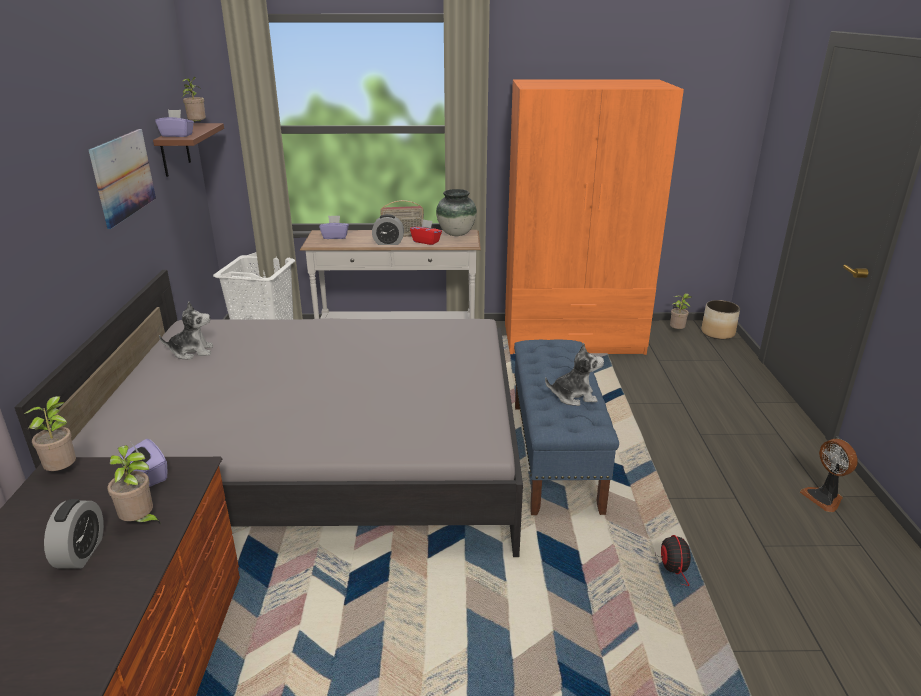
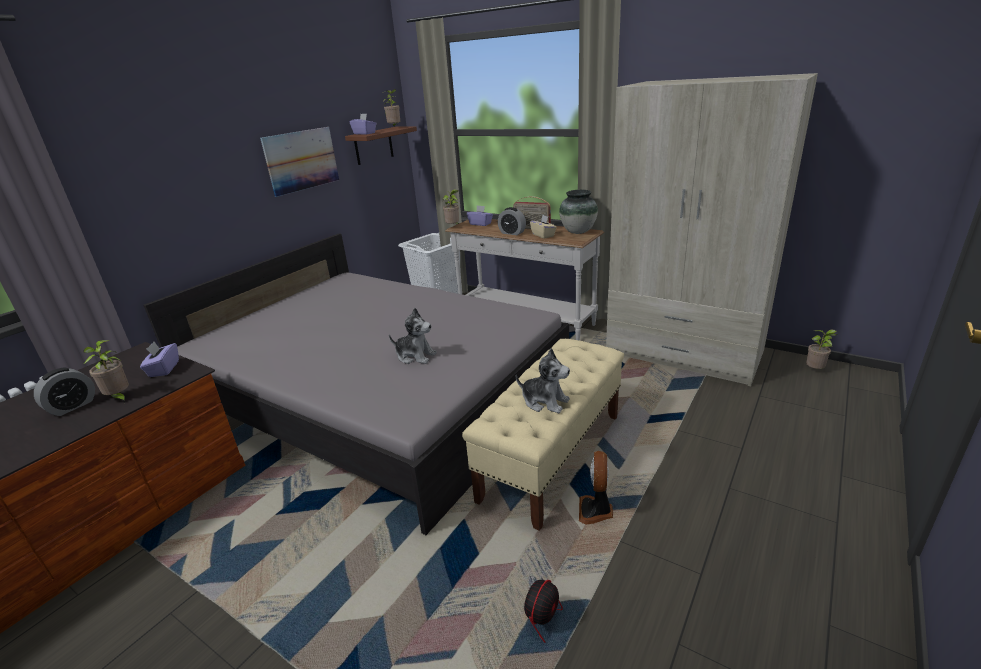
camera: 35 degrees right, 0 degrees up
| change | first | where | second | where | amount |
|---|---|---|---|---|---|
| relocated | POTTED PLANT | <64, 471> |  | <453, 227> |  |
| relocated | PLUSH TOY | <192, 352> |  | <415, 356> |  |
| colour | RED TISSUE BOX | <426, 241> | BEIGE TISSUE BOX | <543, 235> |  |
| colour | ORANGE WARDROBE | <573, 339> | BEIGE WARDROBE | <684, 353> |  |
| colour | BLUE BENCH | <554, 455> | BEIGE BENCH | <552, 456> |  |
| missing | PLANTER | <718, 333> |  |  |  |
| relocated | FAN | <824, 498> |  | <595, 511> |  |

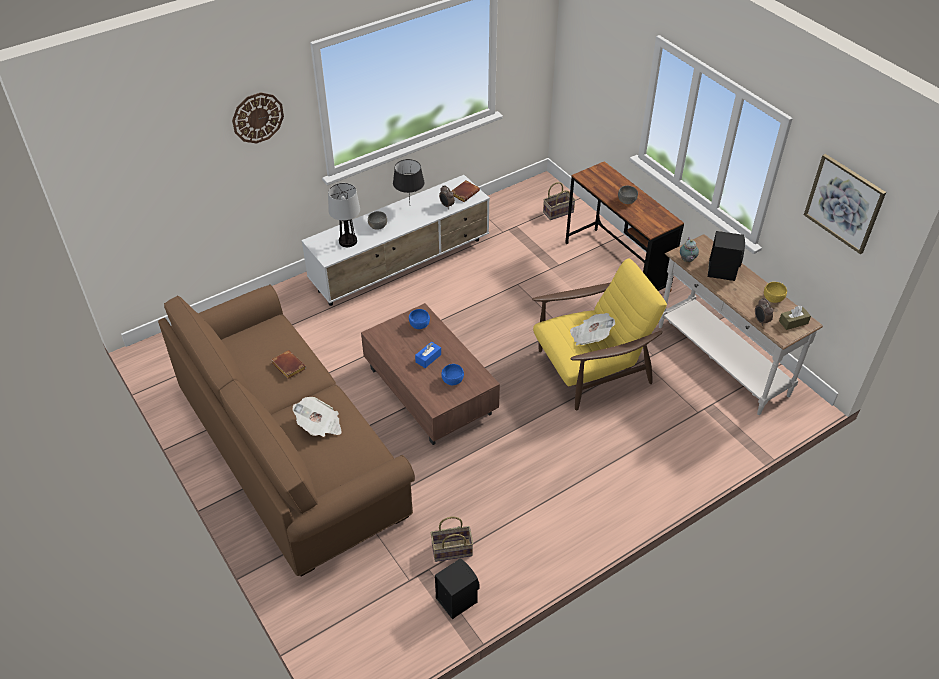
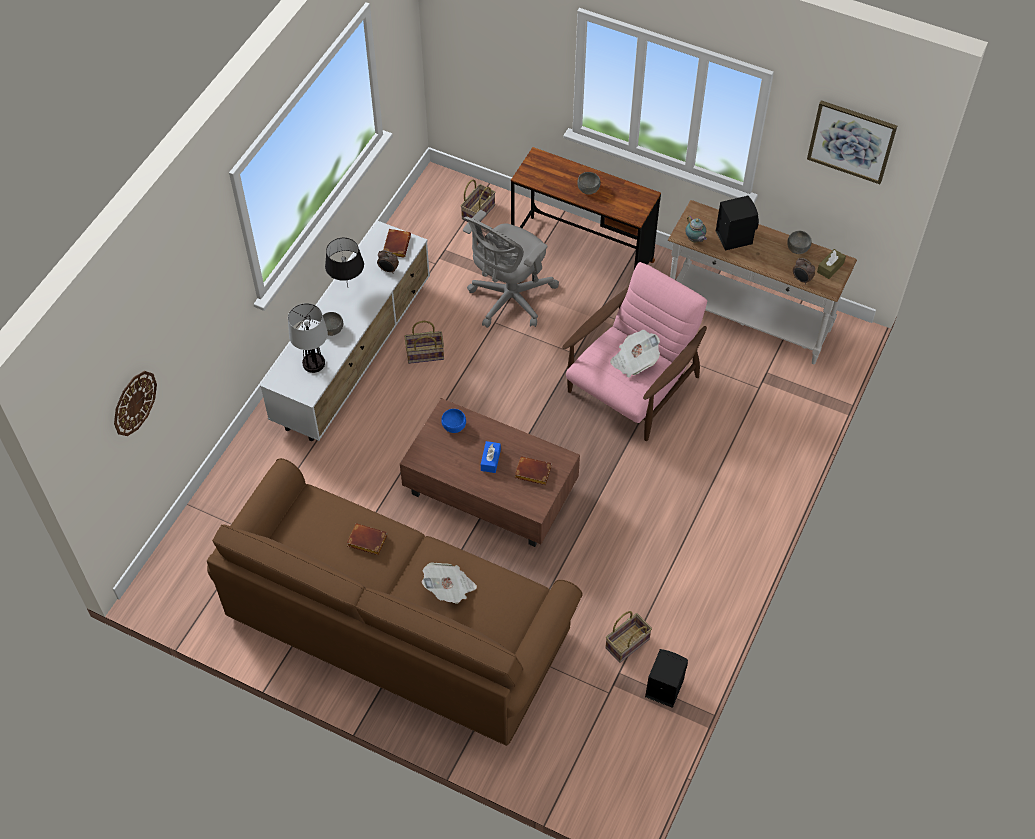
camera: 30 degrees left, 10 degrees up
| change | first | where | second | where | amount |
|---|---|---|---|---|---|
| relocated | WALL CLOCK | <257, 117> |  | <134, 403> |  |
| exchanged | BLUE BOWL | <452, 380> | BROWN BOOK | <531, 473> |  |
| colour | YELLOW ARMCHAIR | <591, 369> | PINK ARMCHAIR | <632, 388> |  |
| colour | YELLOW BOWL | <773, 298> | GREY BOWL | <798, 248> |  |
| appeared |  |  | BASKET | <424, 354> |  |
| appeared |  |  | GREY OFFICE CHAIR | <508, 300> |  |

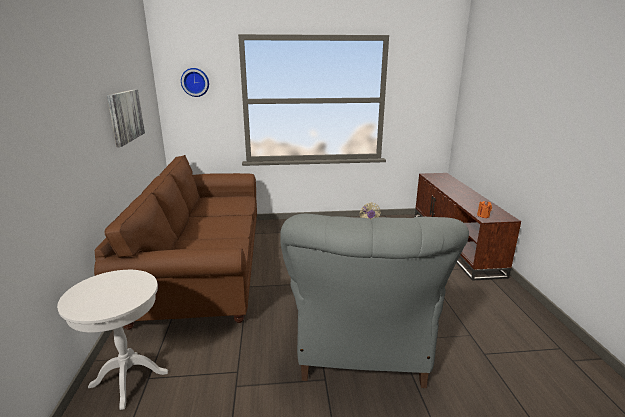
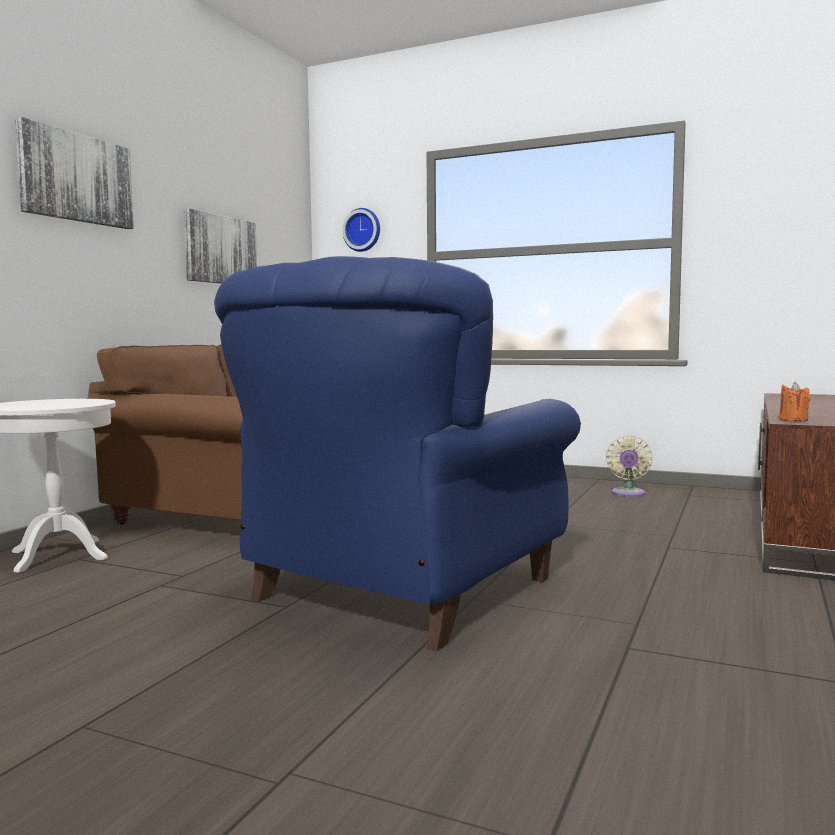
camera: 30 degrees right, 15 degrees down
| change | first | where | second | where | amount |
|---|---|---|---|---|---|
| colour | GREY ARMCHAIR | <361, 345> | BLUE ARMCHAIR | <400, 591> |  |
| appeared |  |  | PICTURE | <76, 178> |  |

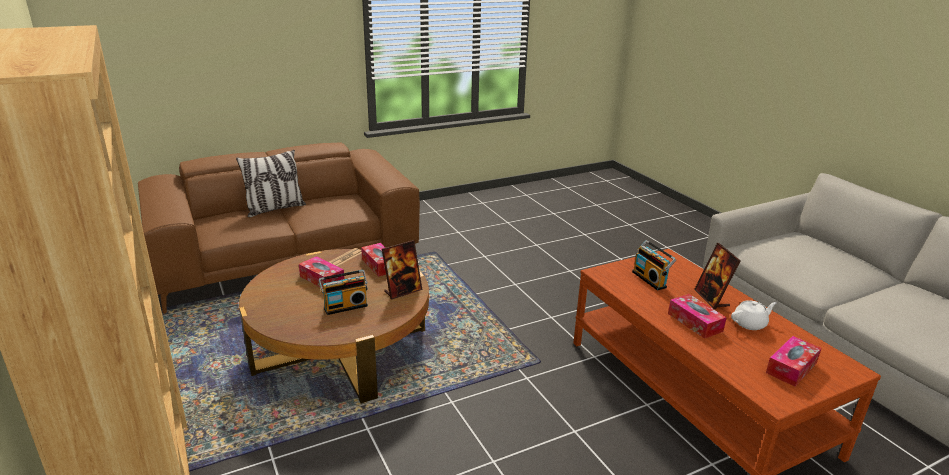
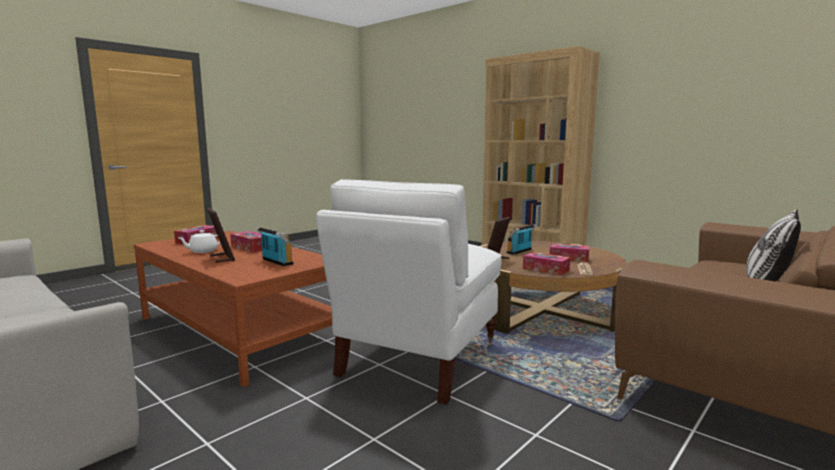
camera: 160 degrees right, 15 degrees down
| change | first | where | second | where | amount |
|---|---|---|---|---|---|
| appeared |  |  | WHITE ARMCHAIR | <418, 360> |  |

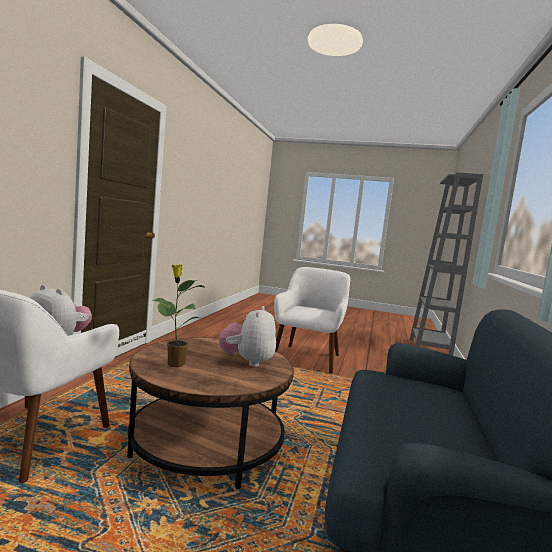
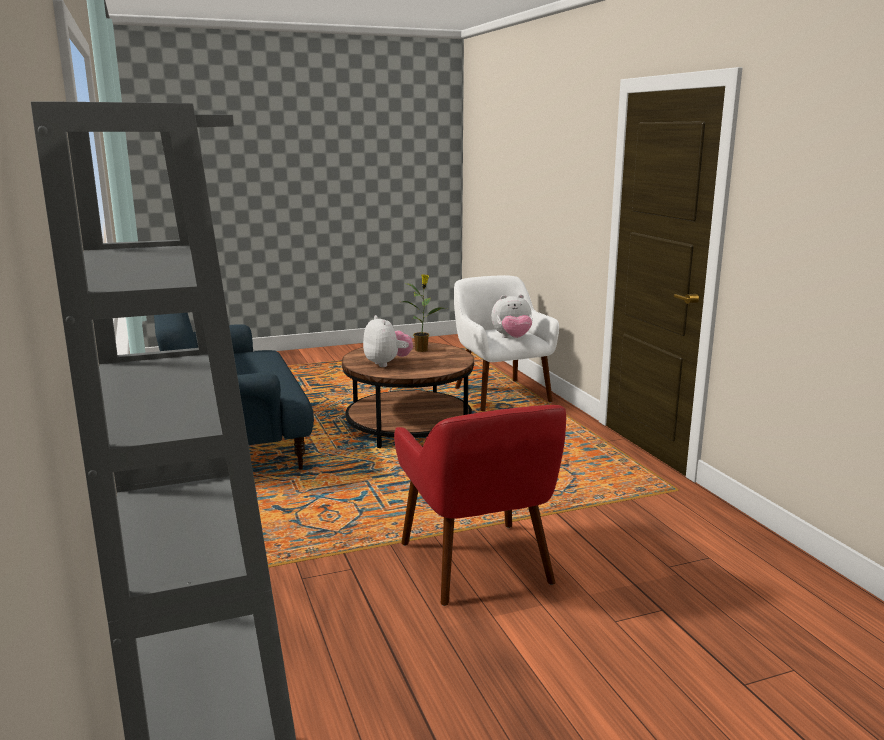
camera: 145 degrees right, 10 degrees up
| change | first | where | second | where | amount |
|---|---|---|---|---|---|
| colour | WHITE ARMCHAIR | <308, 358> | RED ARMCHAIR | <477, 564> |  |

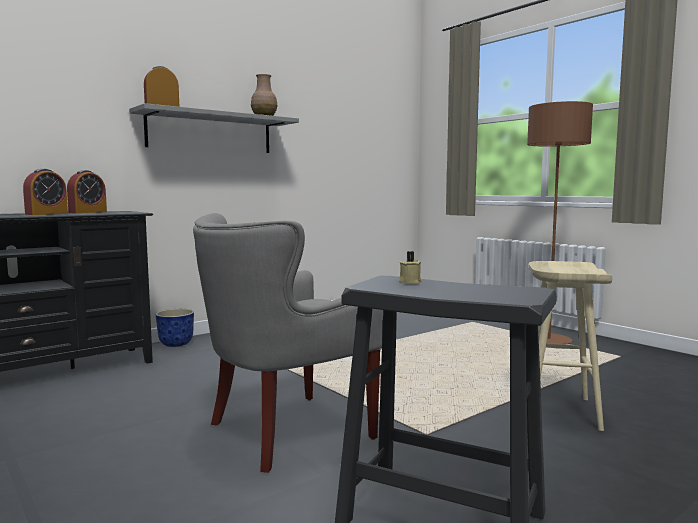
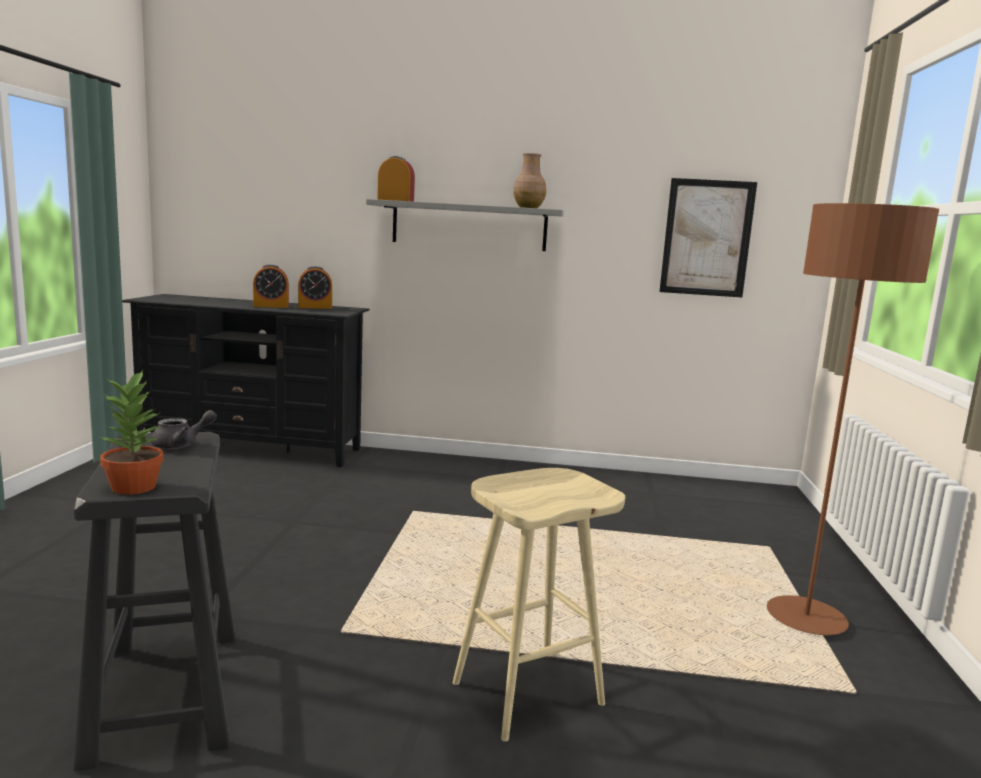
camera: 45 degrees right, 5 degrees up
| change | first | where | second | where | amount |
|---|---|---|---|---|---|
| missing | PLANTER | <176, 344> |  |  |  |
| missing | GREY ARMCHAIR | <286, 431> |  |  |  |
| exchanged | BEIGE CANDLE | <409, 281> | GREY TEAPOT | <181, 445> |  |
| appeared |  |  | POTTED PLANT | <135, 487> |  |
| appeared |  |  | PICTURE | <707, 238> |  |

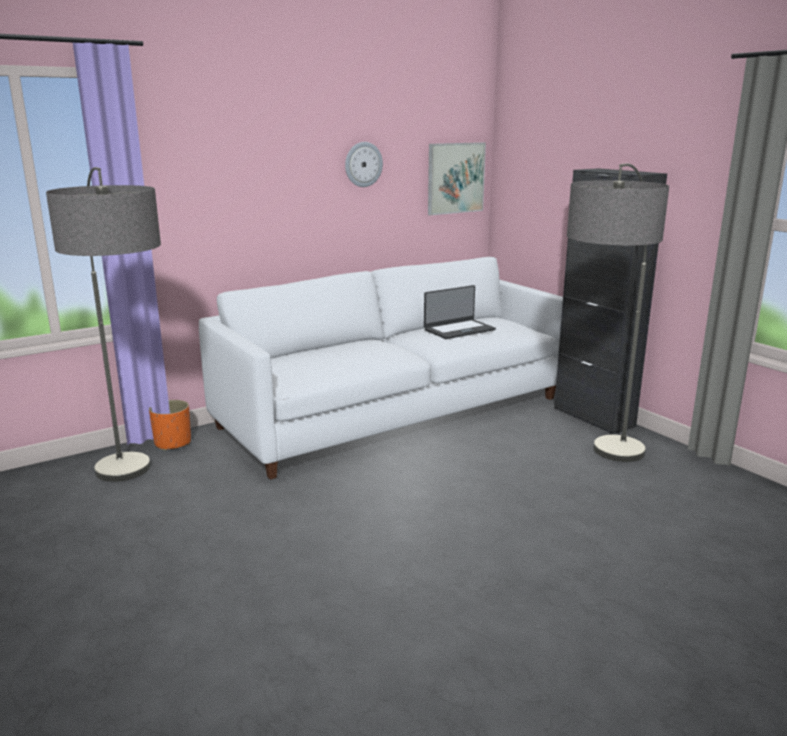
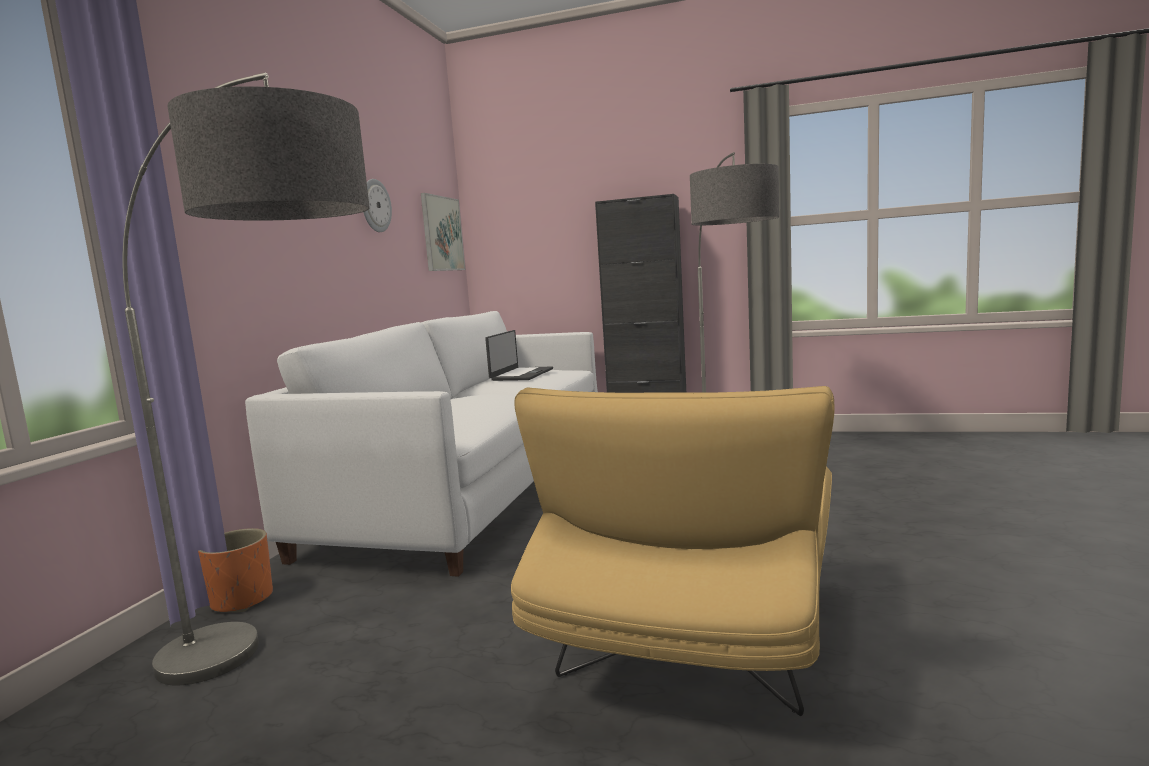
camera: 40 degrees left, 10 degrees down
| change | first | where | second | where | amount |
|---|---|---|---|---|---|
| appeared |  |  | YELLOW ARMCHAIR | <689, 640> |  |

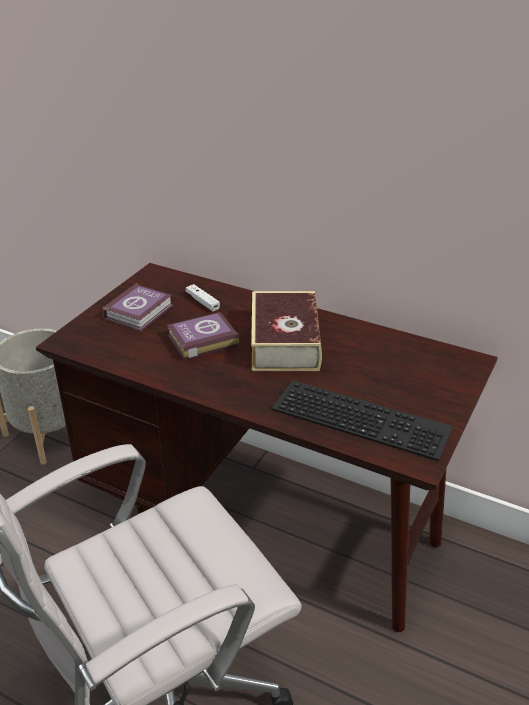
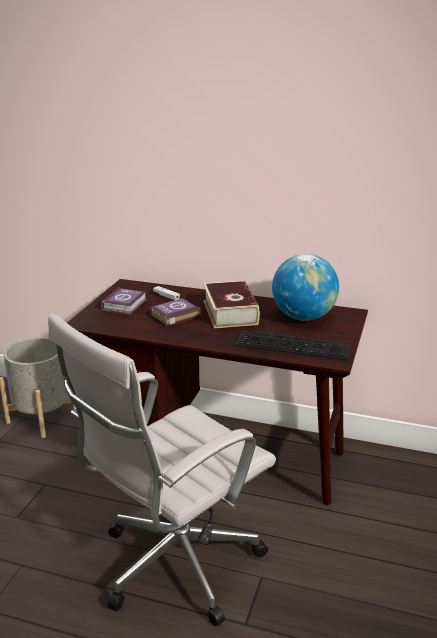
camera: 10 degrees left, 10 degrees down
| change | first | where | second | where | amount |
|---|---|---|---|---|---|
| appeared |  |  | GLOBE | <303, 317> |  |

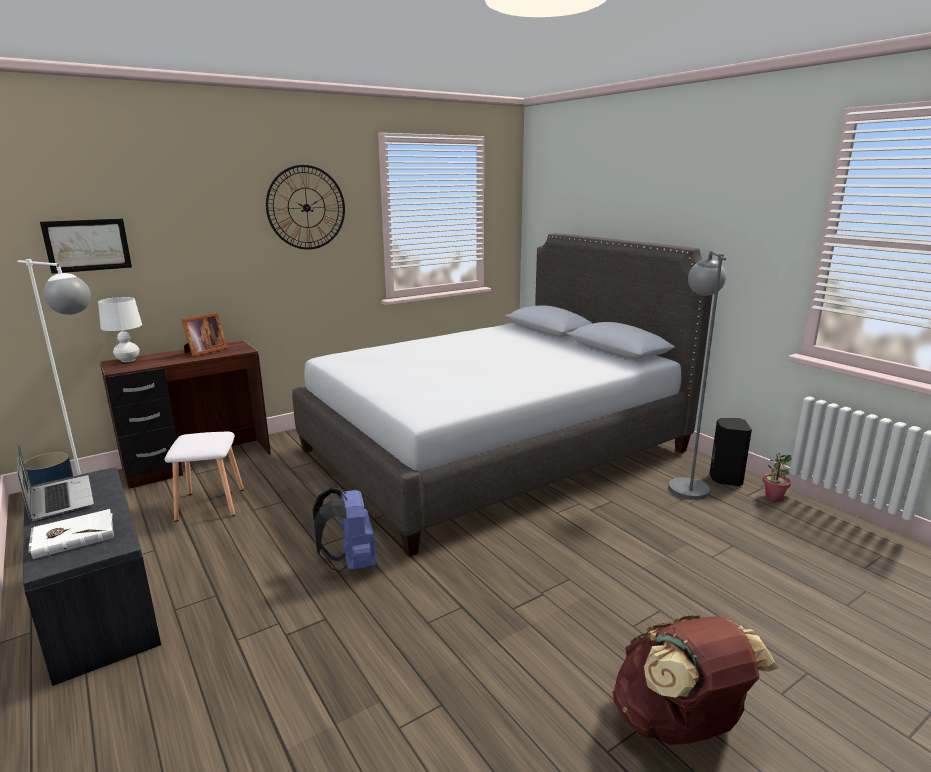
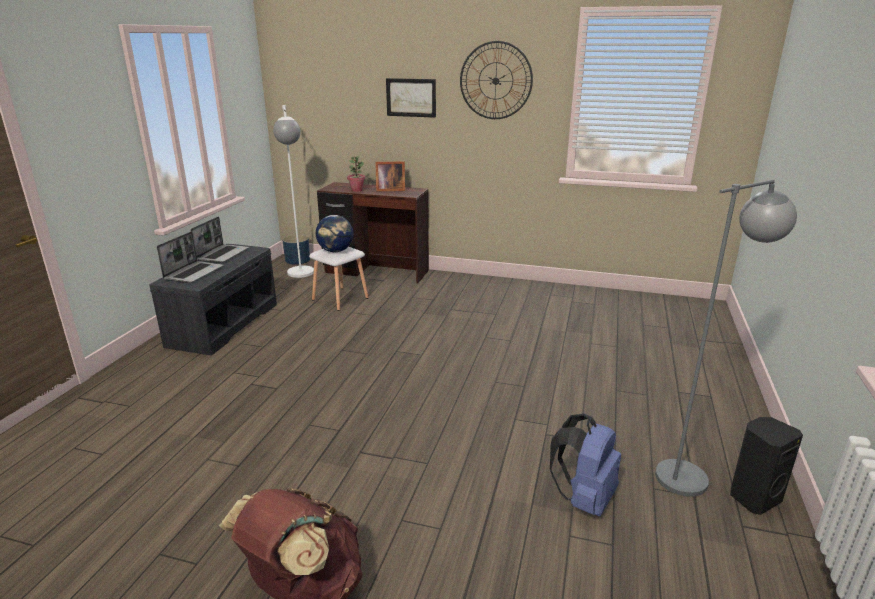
camera: 50 degrees right, 5 degrees up
| change | first | where | second | where | amount |
|---|---|---|---|---|---|
| exchanged | WHITE BOOK | <73, 536> | LAPTOP | <194, 273> |  |
| relocated | PICTURE | <87, 245> |  | <411, 97> |  |
| missing | WHITE TABLE LAMP | <128, 360> |  |  |  |
| missing | GREY BED | <493, 450> |  |  |  |
| relocated | BLUE BACKPACK | <351, 564> |  | <584, 498> |  |
| relocated | POTTED PLANT | <773, 497> |  | <357, 190> |  |
| appeared |  |  | GLOBE | <336, 251> |  |

